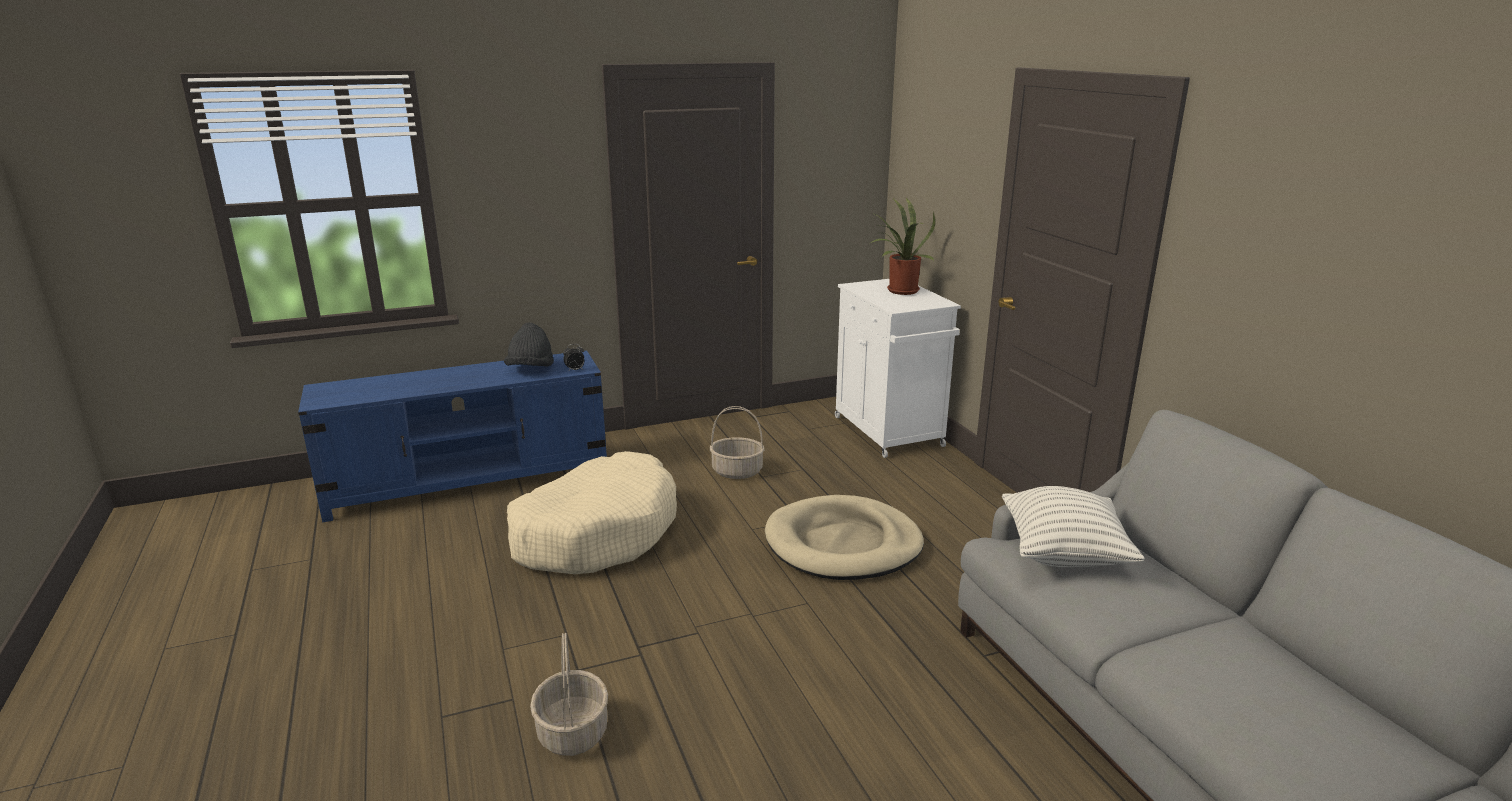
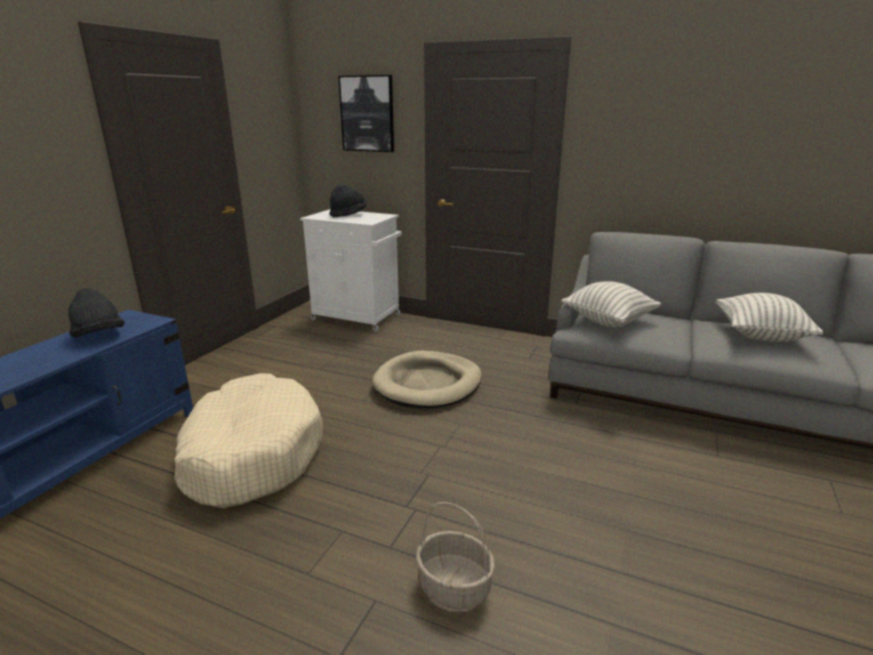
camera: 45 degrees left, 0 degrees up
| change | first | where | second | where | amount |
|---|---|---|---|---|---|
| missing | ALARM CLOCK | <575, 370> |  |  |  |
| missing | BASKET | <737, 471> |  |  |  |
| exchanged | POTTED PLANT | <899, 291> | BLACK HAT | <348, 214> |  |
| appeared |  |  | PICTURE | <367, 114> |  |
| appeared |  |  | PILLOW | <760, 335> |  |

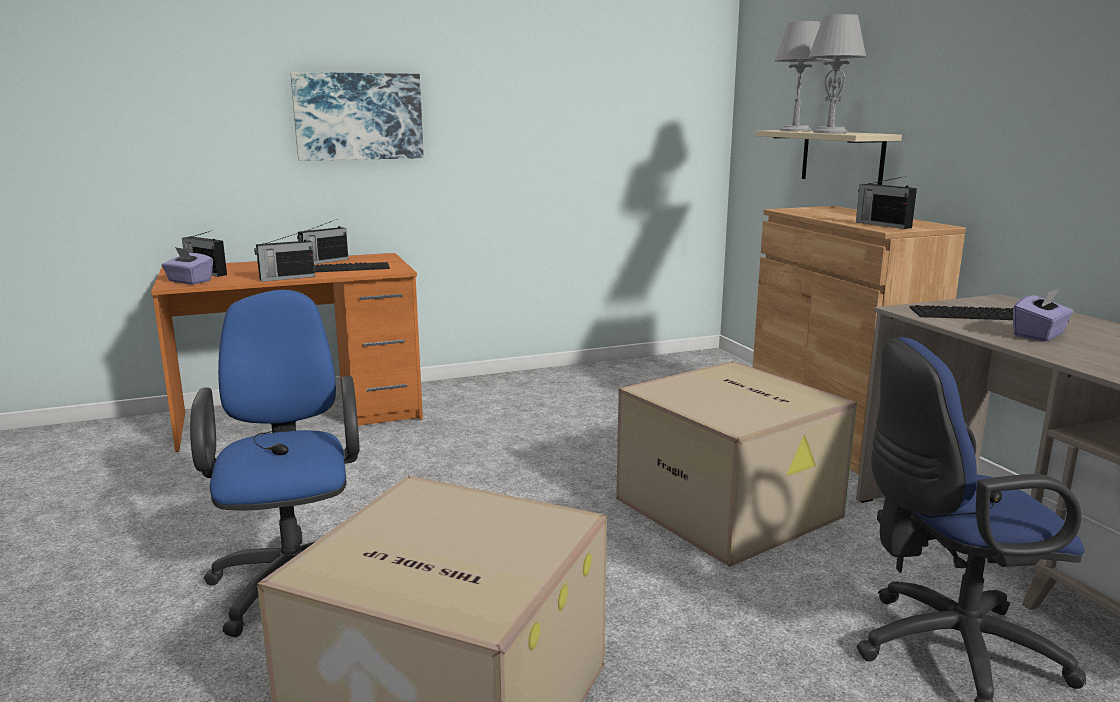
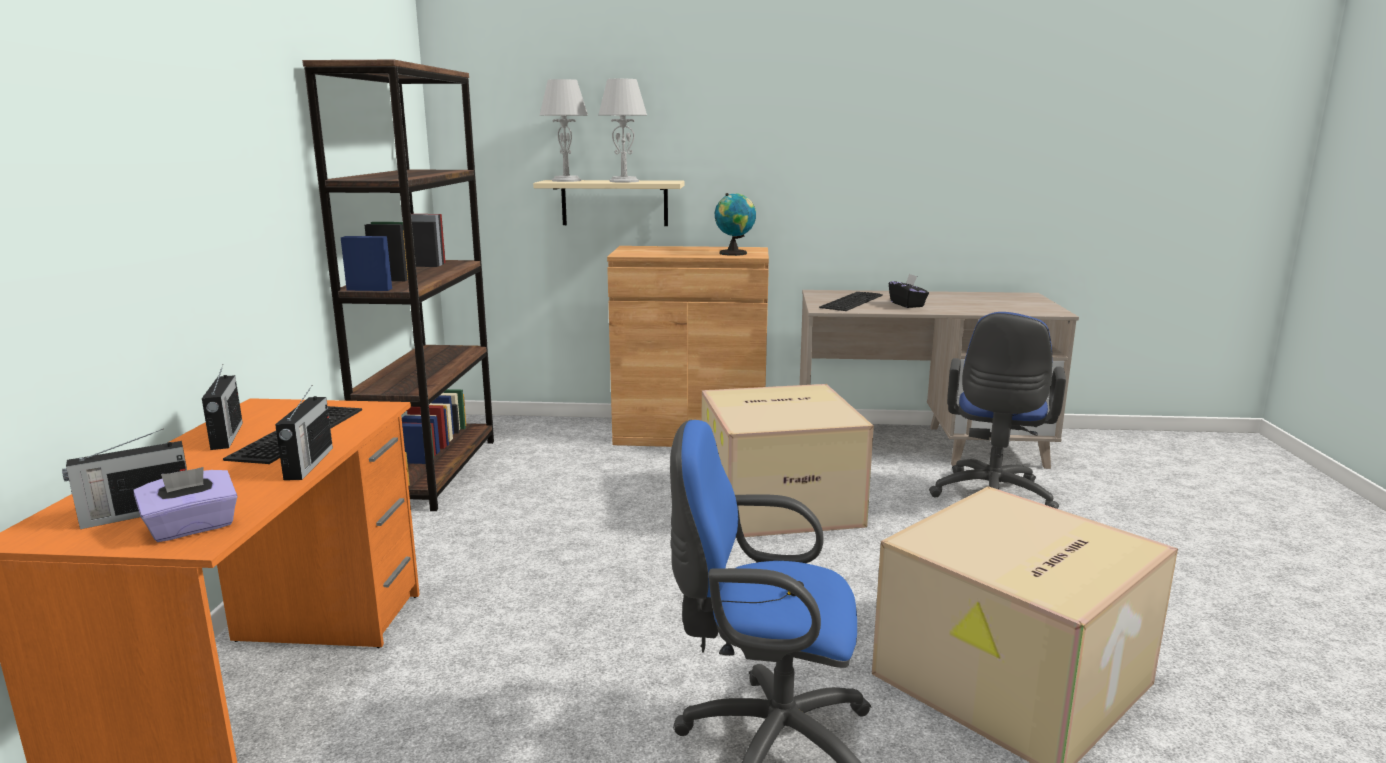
camera: 65 degrees left, 0 degrees up
| change | first | where | second | where | amount |
|---|---|---|---|---|---|
| missing | PICTURE | <358, 116> |  |  |  |
| exchanged | RADIO | <882, 224> | GLOBE | <735, 253> |  |
| colour | PURPLE TISSUE BOX | <1039, 335> | BLACK TISSUE BOX | <907, 304> |  |
| appeared |  |  | BROWN BOOKCASE | <432, 472> |  |

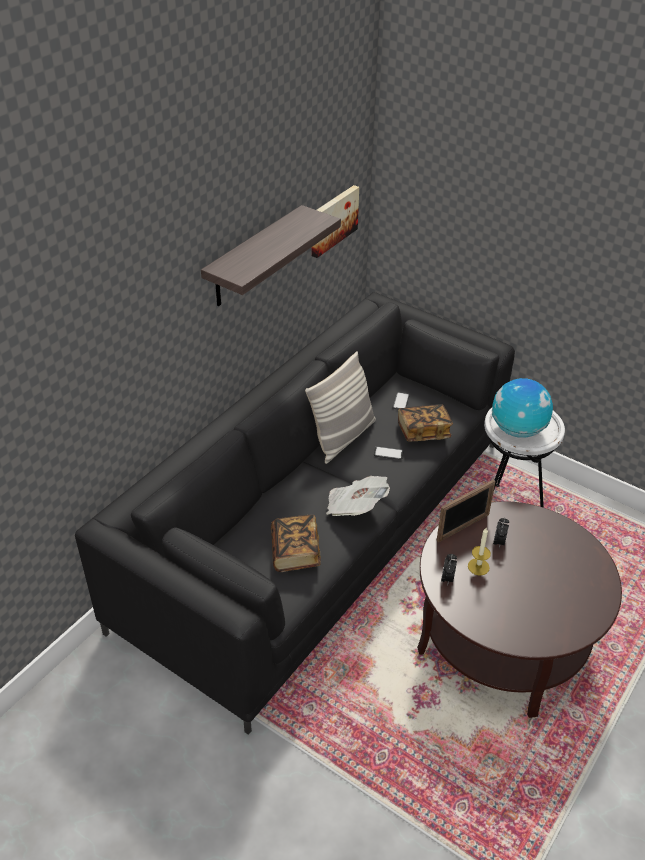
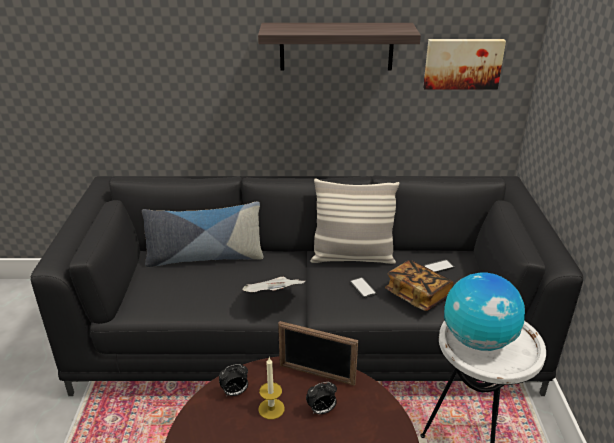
camera: 55 degrees right, 10 degrees down
| change | first | where | second | where | amount |
|---|---|---|---|---|---|
| missing | BOOK | <295, 552> |  |  |  |
| appeared |  |  | PILLOW | <205, 257> |  |

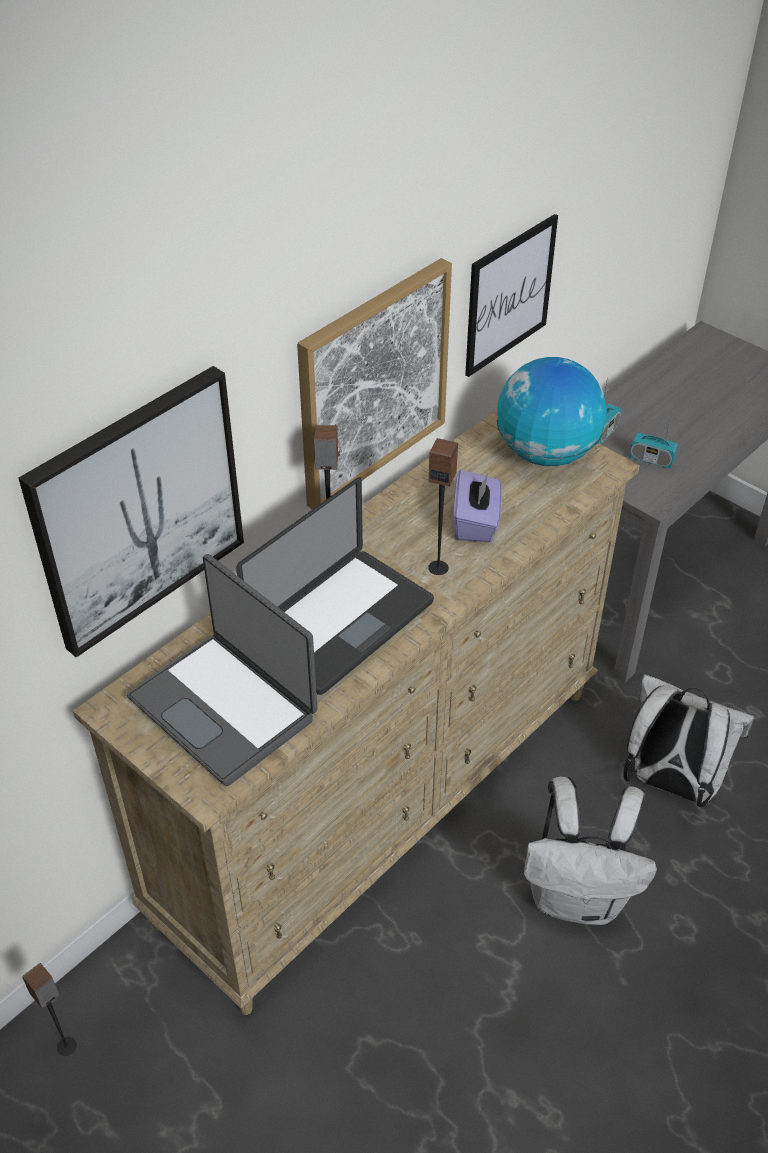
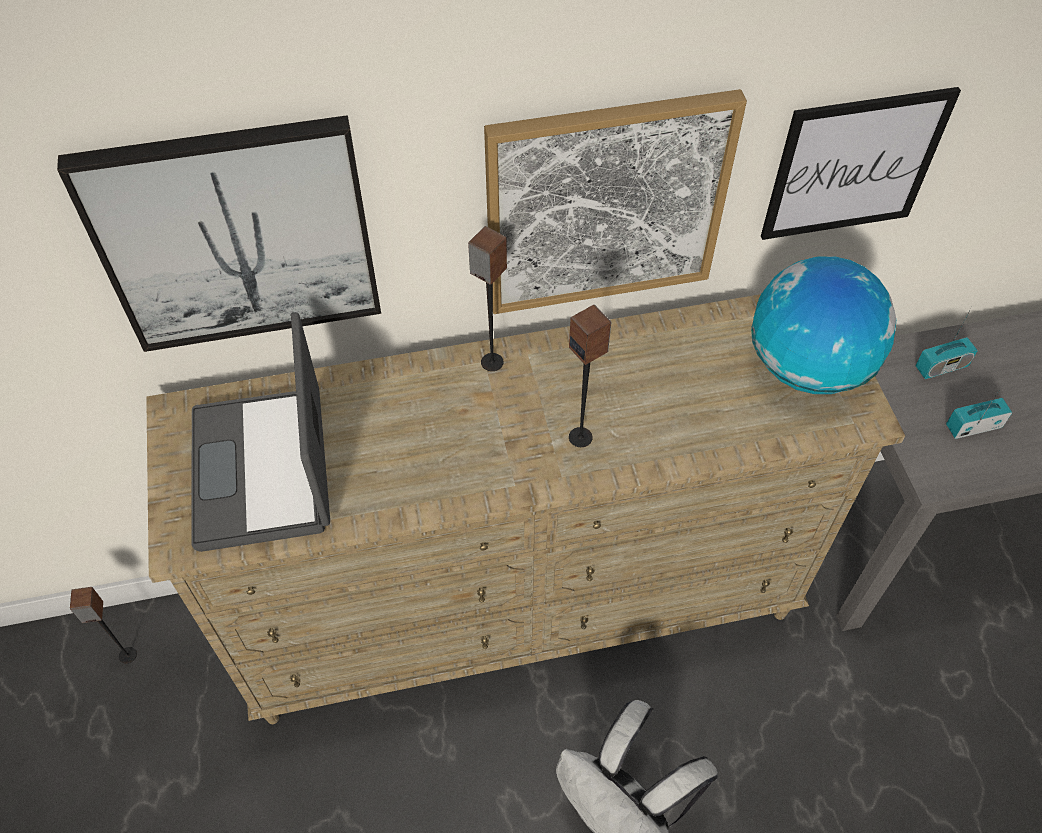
camera: 35 degrees right, 10 degrees up
| change | first | where | second | where | amount |
|---|---|---|---|---|---|
| missing | LAPTOP | <341, 622> |  |  |  |
| missing | PURPLE TISSUE BOX | <476, 523> |  |  |  |
| missing | WHITE BACKPACK | <670, 783> |  |  |  |
| spun | RADIO | <651, 460> |  | <973, 426> | 105 degrees clockwise |

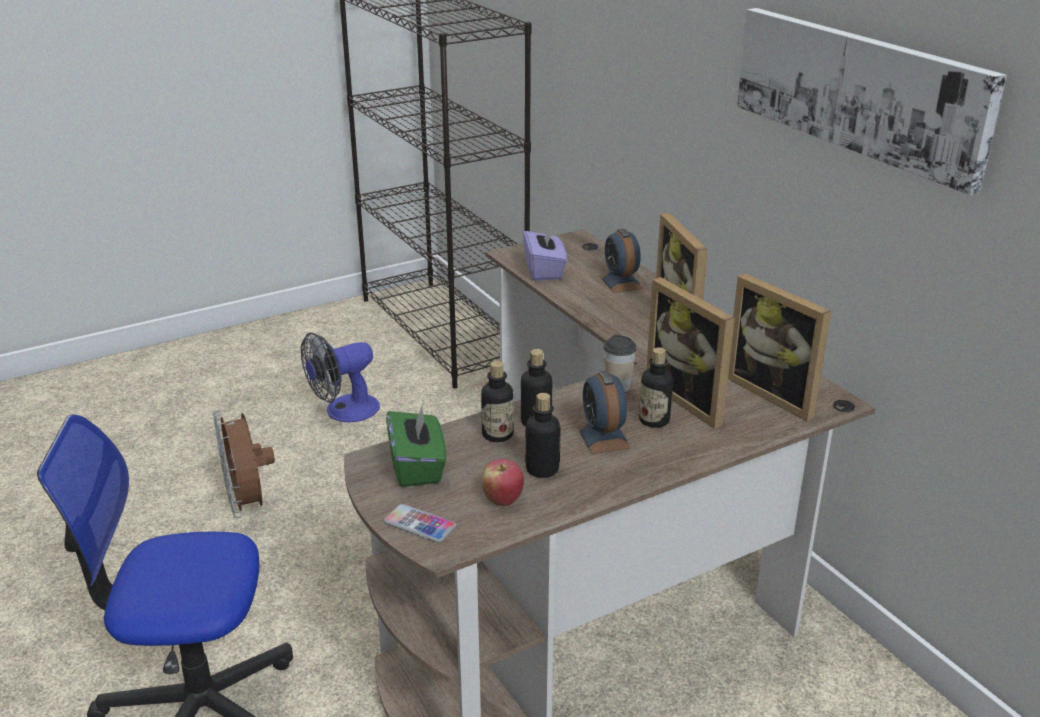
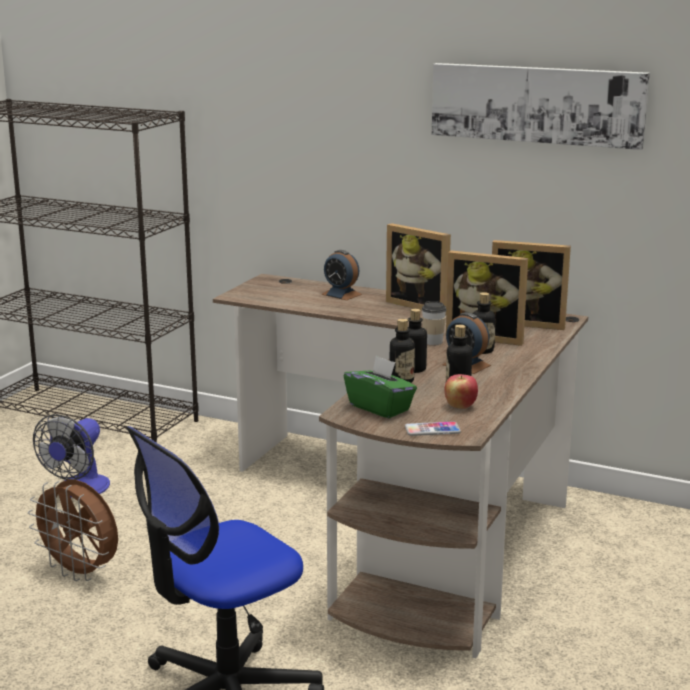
camera: 35 degrees left, 10 degrees down
| change | first | where | second | where | amount |
|---|---|---|---|---|---|
| missing | PURPLE TISSUE BOX | <544, 270> |  |  |  |

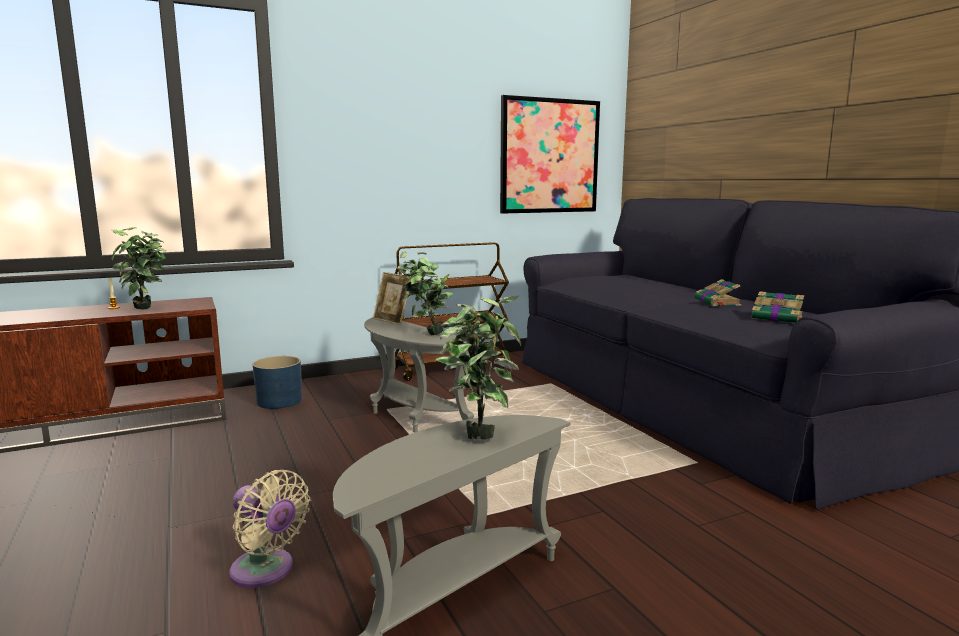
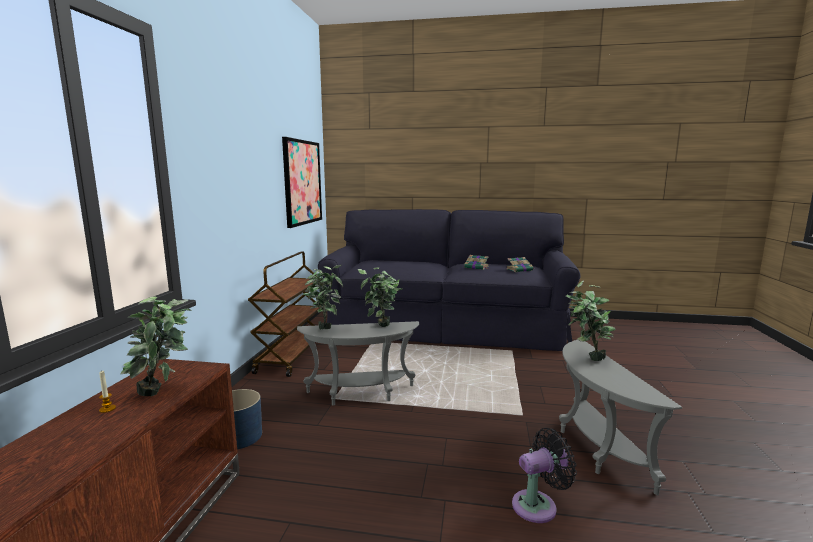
camera: 55 degrees left, 0 degrees up
| change | first | where | second | where | amount |
|---|---|---|---|---|---|
| colour | BEIGE FAN | <266, 571> | BLACK FAN | <538, 505> |  |
| exchanged | PICTURE FRAME | <392, 321> | POTTED PLANT | <324, 327> |  |

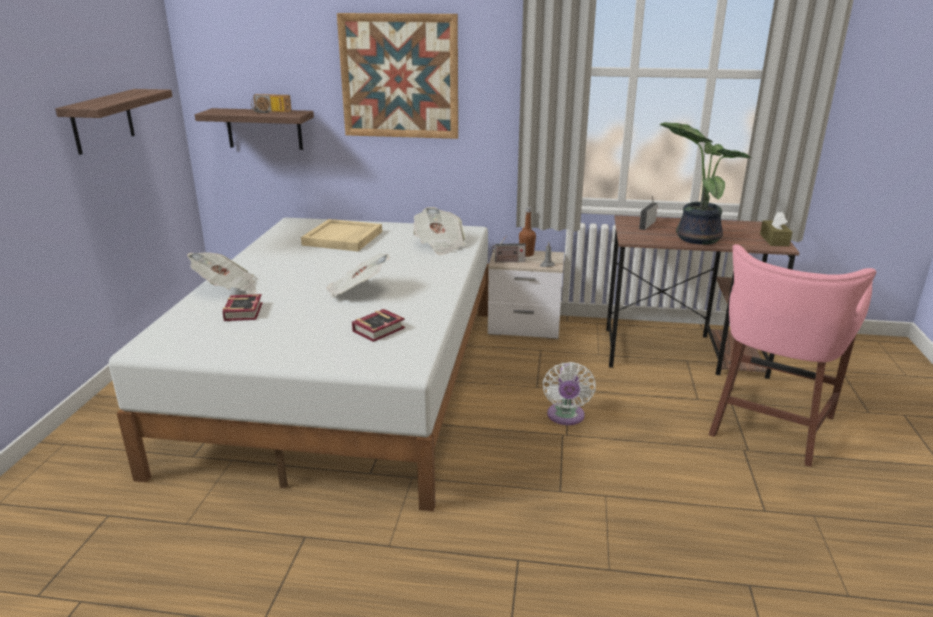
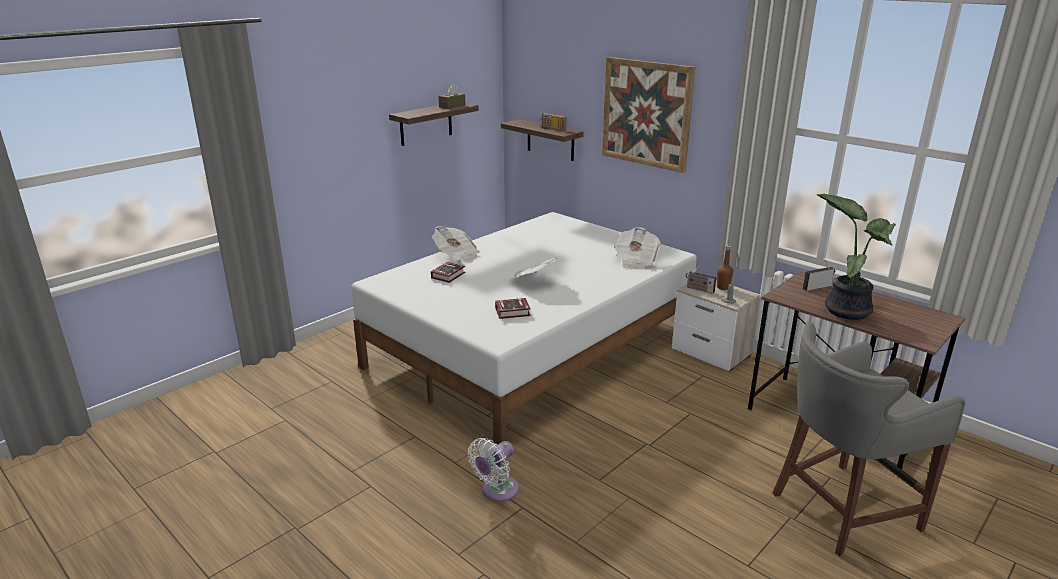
camera: 35 degrees right, 0 degrees up
| change | first | where | second | where | amount |
|---|---|---|---|---|---|
| missing | BEIGE TRAY | <343, 238> |  |  |  |
| relocated | WHITE FAN | <565, 417> |  | <497, 491> |  |
| colour | PINK STOOL | <767, 426> | GREY STOOL | <840, 510> |  |
| relocated | BROWN TISSUE BOX | <774, 240> |  | <452, 106> |  |

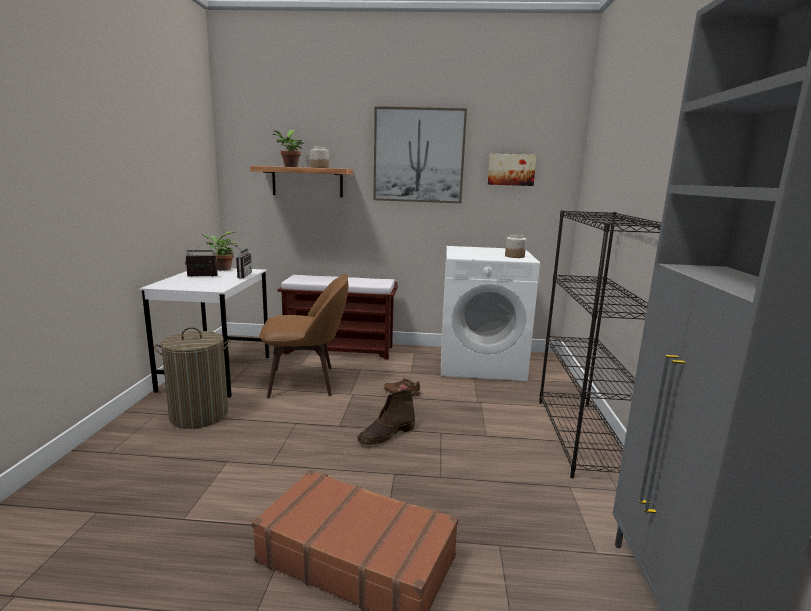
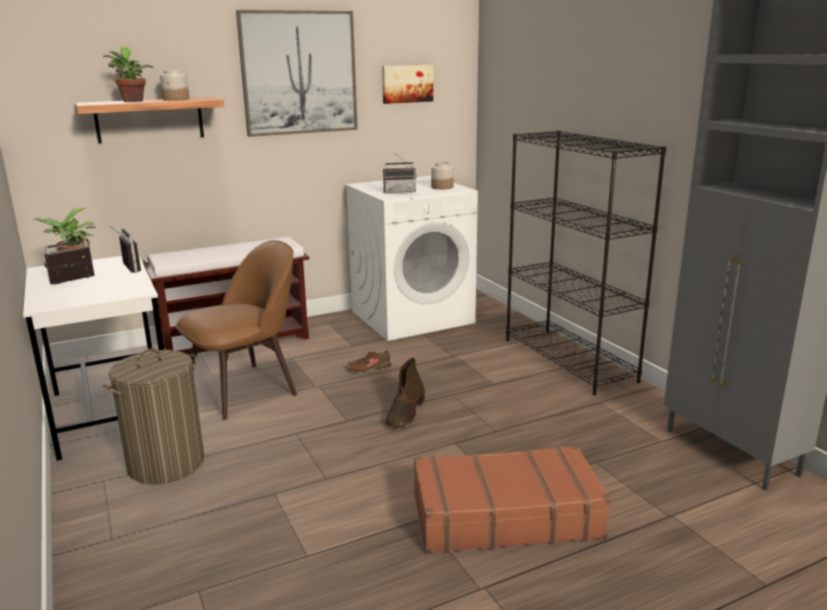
camera: 30 degrees left, 5 degrees up
| change | first | where | second | where | amount |
|---|---|---|---|---|---|
| appeared |  |  | RADIO | <399, 191> |  |

